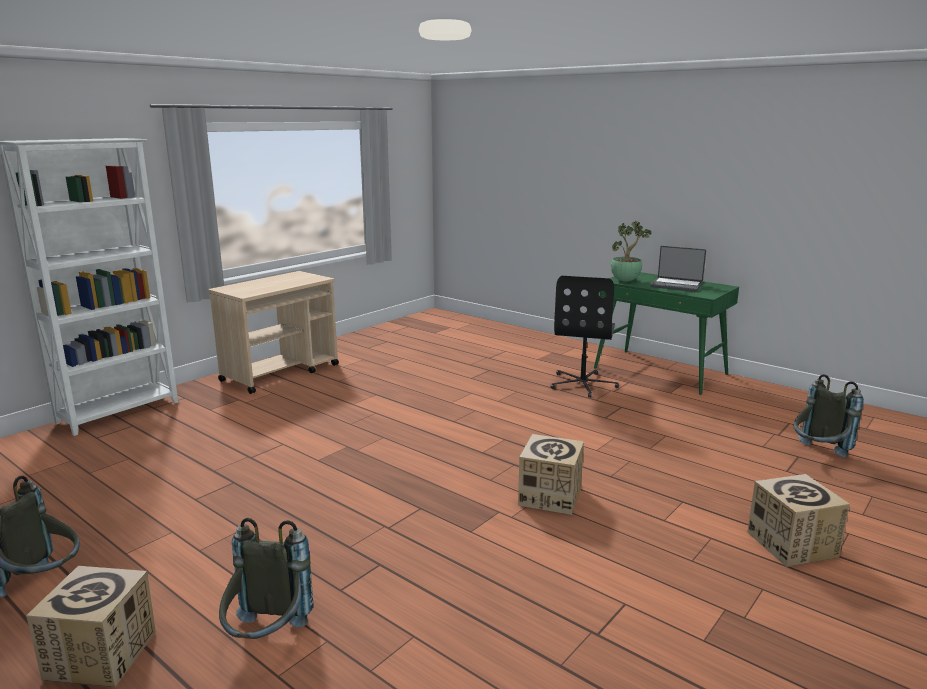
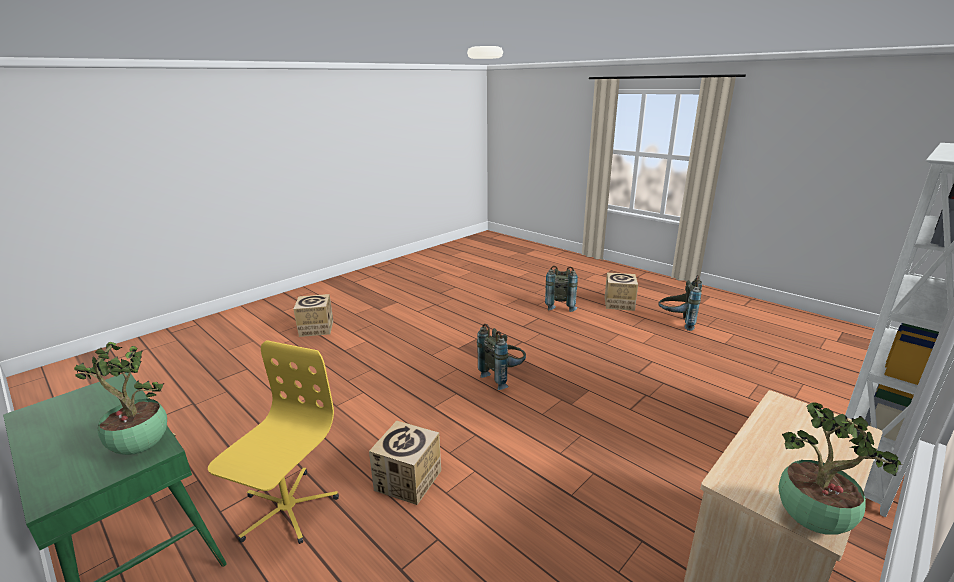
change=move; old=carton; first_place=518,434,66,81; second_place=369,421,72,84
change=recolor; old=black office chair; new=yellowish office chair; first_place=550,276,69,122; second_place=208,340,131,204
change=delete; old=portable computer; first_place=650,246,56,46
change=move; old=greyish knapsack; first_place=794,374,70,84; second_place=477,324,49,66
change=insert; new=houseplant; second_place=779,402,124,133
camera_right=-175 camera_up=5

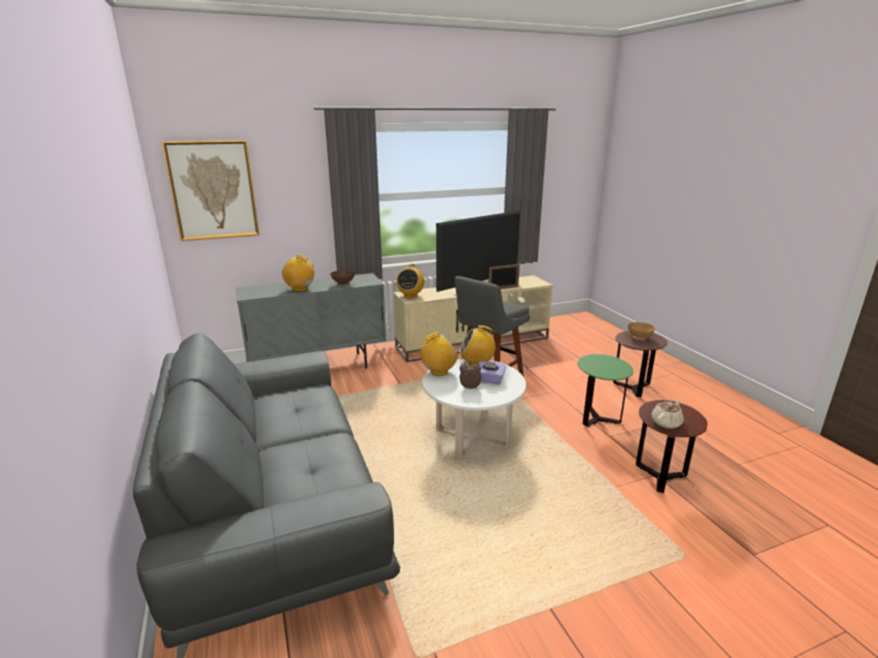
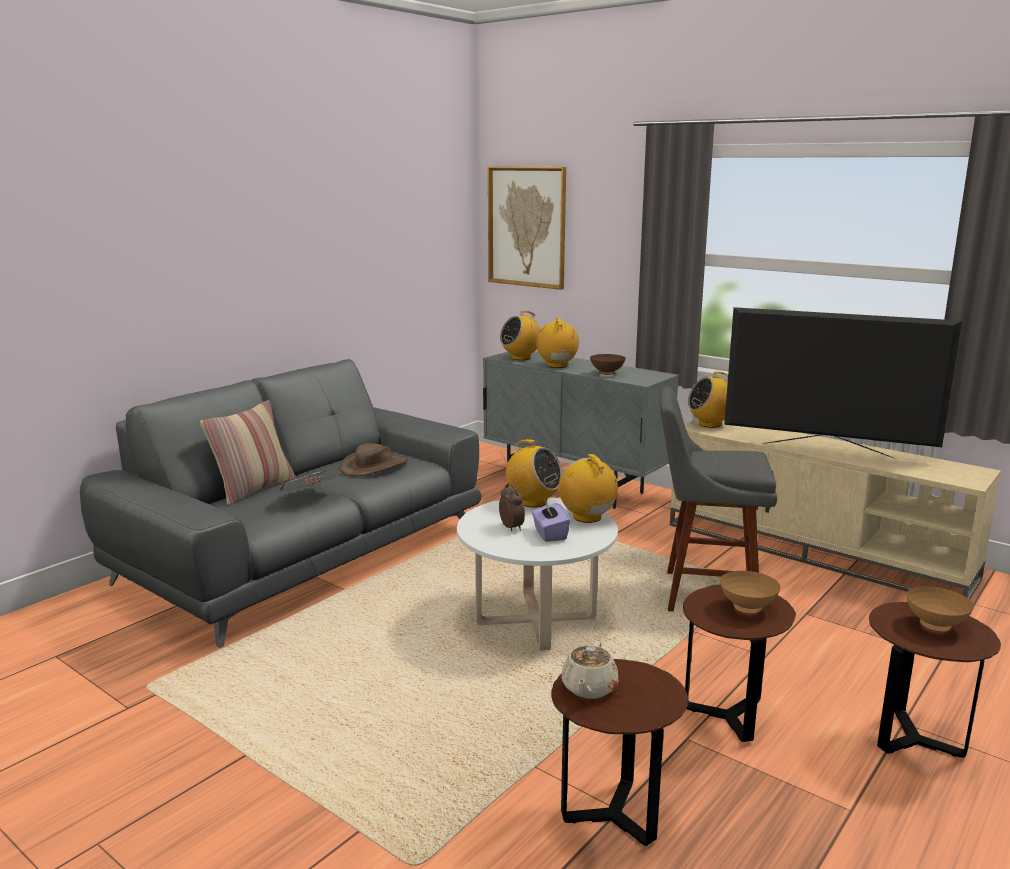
change=delete; old=picture frame; first_place=489,264,31,25
change=recolor; old=green-coloured accent table; new=brown-coloured accent table; first_place=577,354,56,73; second_place=683,584,113,158
change=rotate; old=beige pot for tea; first_place=651,398,33,31; second_place=562,641,56,58; degrees=90
change=insert; new=pillow; second_place=200,400,95,105
change=insert; new=printed paper; second_place=279,469,62,22
change=insert; new=brown-coloured hat; second_place=340,443,68,33
change=insert; new=radio set; second_place=500,311,40,49
change=insert; new=brown-coloured serving bowl; second_place=720,571,61,42
camera_right=60 camera_up=-5

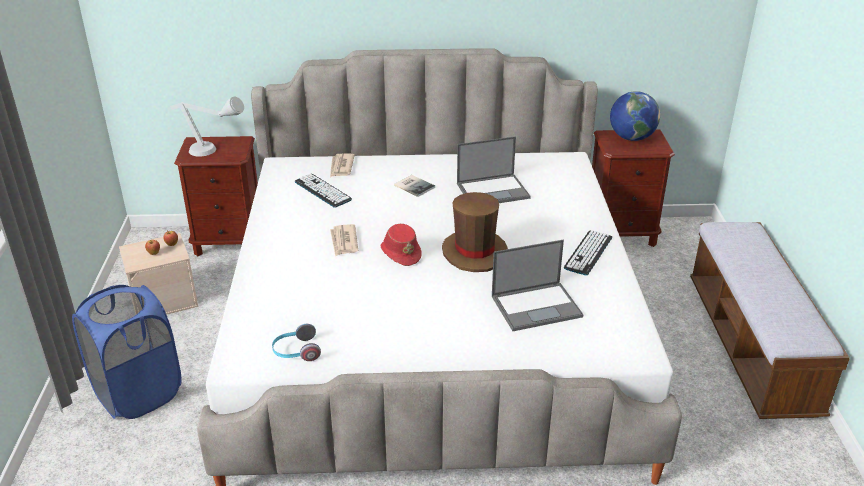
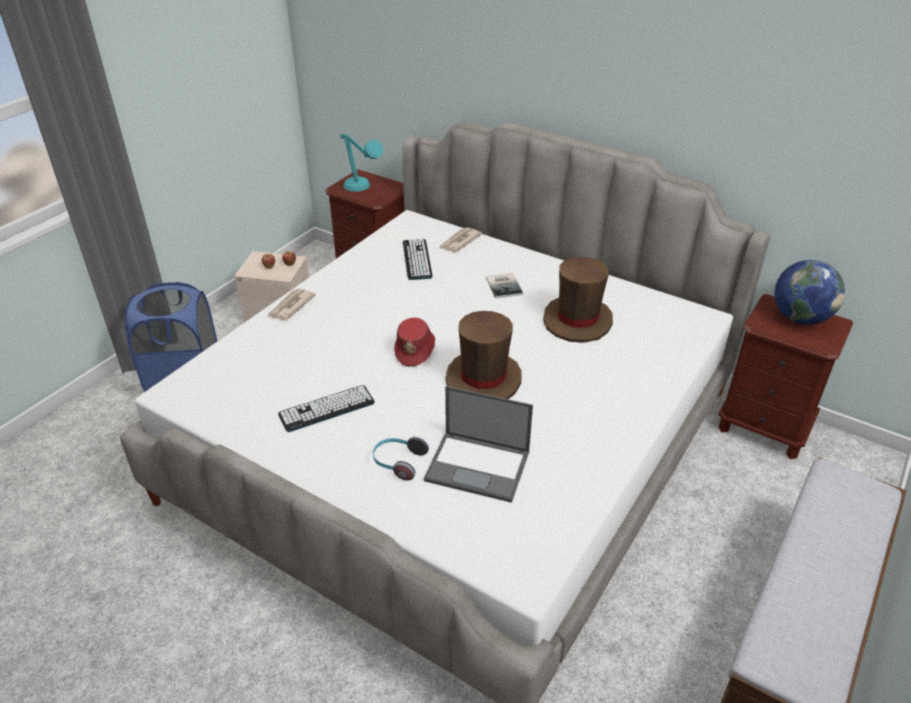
change=recolor; old=greyish lamp for a table; new=turquoise lamp for a table; first_place=170,97,74,60; second_place=340,134,43,58
change=move; old=headset; first_place=272,324,49,37; second_place=373,437,56,44
change=move; old=printed paper; first_place=330,224,28,32; second_place=268,289,48,32
change=replace; old=portable computer; new=brown-coloured hat; first_place=457,136,73,67; second_place=543,257,70,86
change=move; old=PC keyboard; first_place=564,230,48,46; second_place=278,385,97,47
camera_right=35 camera_up=5

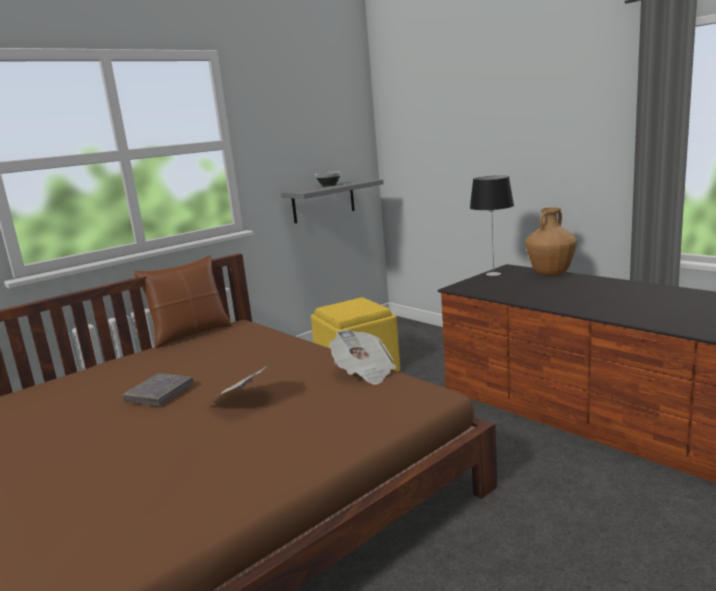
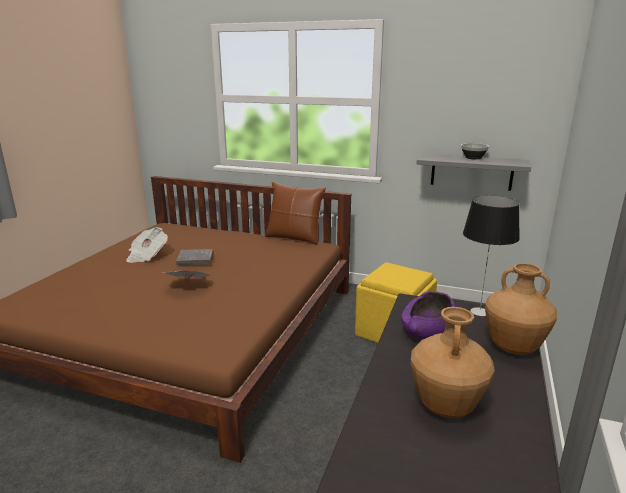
change=move; old=printed paper; first_place=329,330,67,55; second_place=126,227,42,36
change=insert; new=purple serving bowl; second_place=401,291,55,48
change=insert; new=brown-coloured decorative vase; second_place=410,307,85,111
camera_right=60 camera_up=5

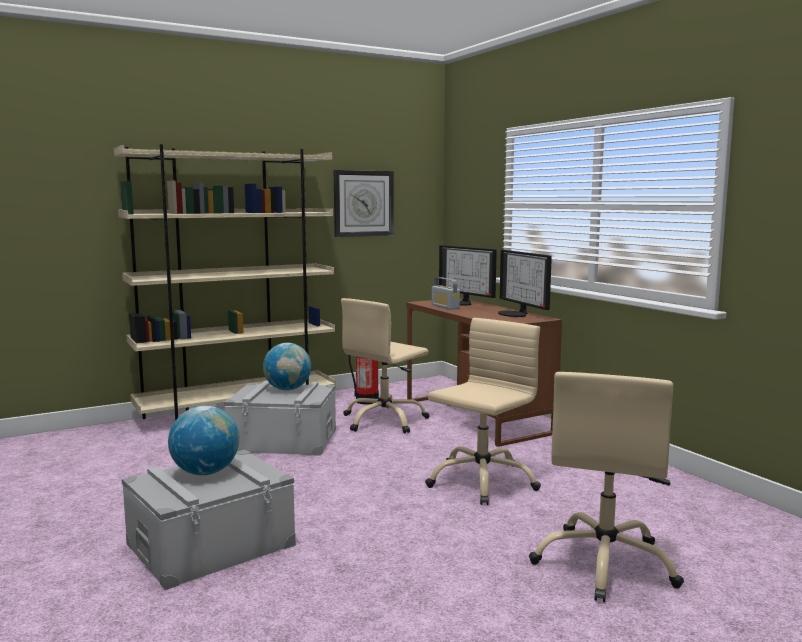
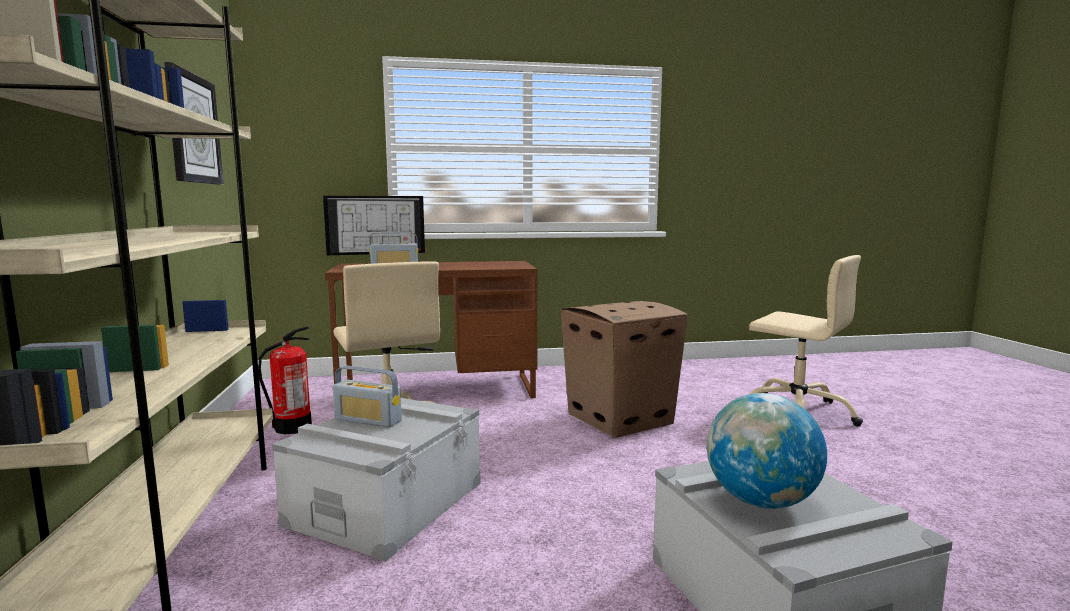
change=replace; old=globe; new=radio set; first_place=263,343,48,47; second_place=333,366,69,62
change=replace; old=beige office chair; new=carton; first_place=425,318,116,187; second_place=561,301,127,137
change=delete; old=computer screen; first_place=498,250,54,67
camera_right=-70 camera_up=0

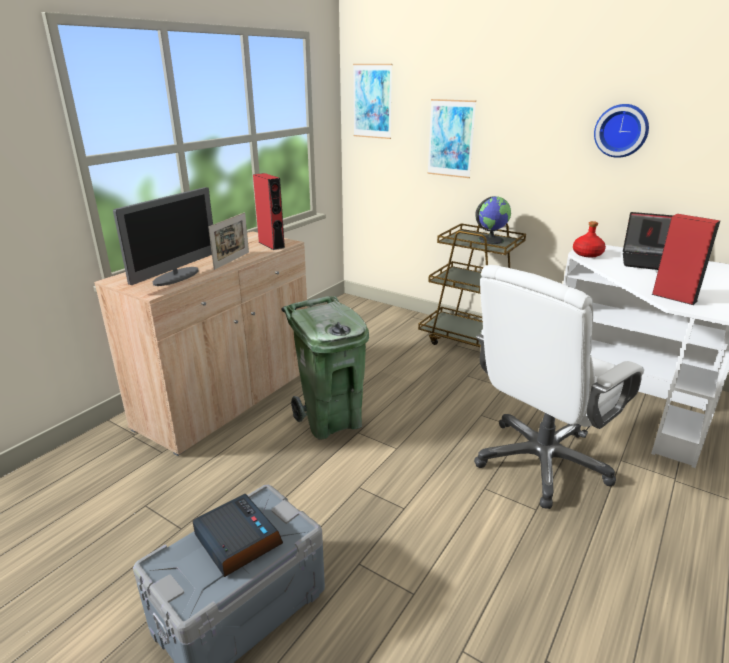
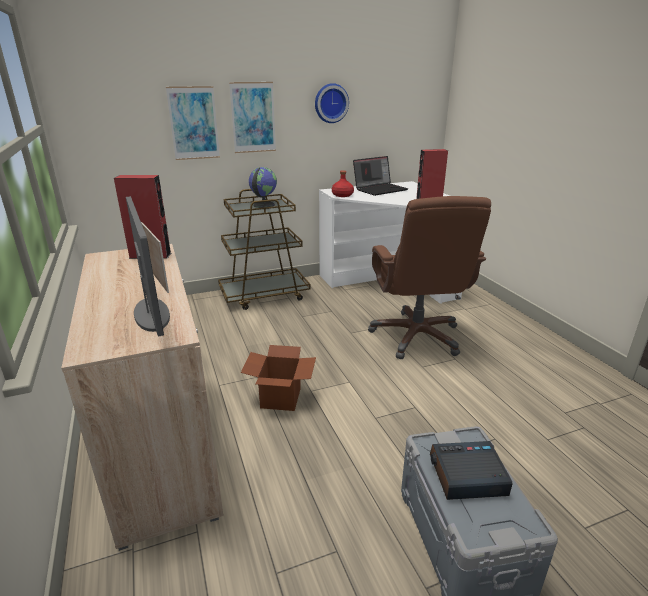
change=replace; old=green-coloured waste bin; new=carton; first_place=281,296,88,144; second_place=241,345,75,66
change=move; old=wall picture; first_place=353,64,39,75; second_place=229,82,47,71
change=recolor; old=white-coloured office chair; new=brown-coloured office chair; first_place=474,265,170,244; second_place=368,196,123,163
camera_right=-55 camera_up=0

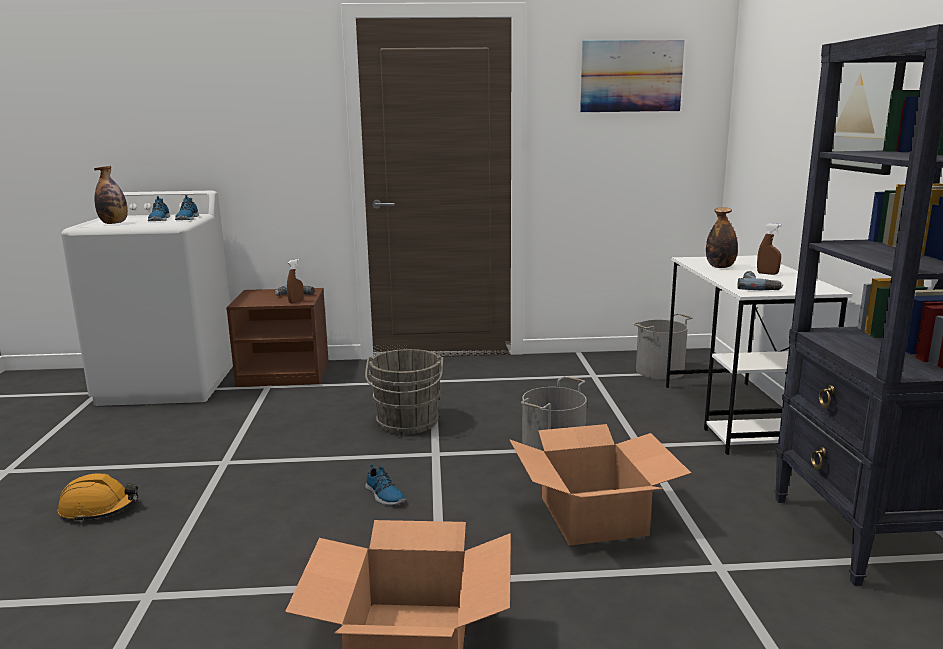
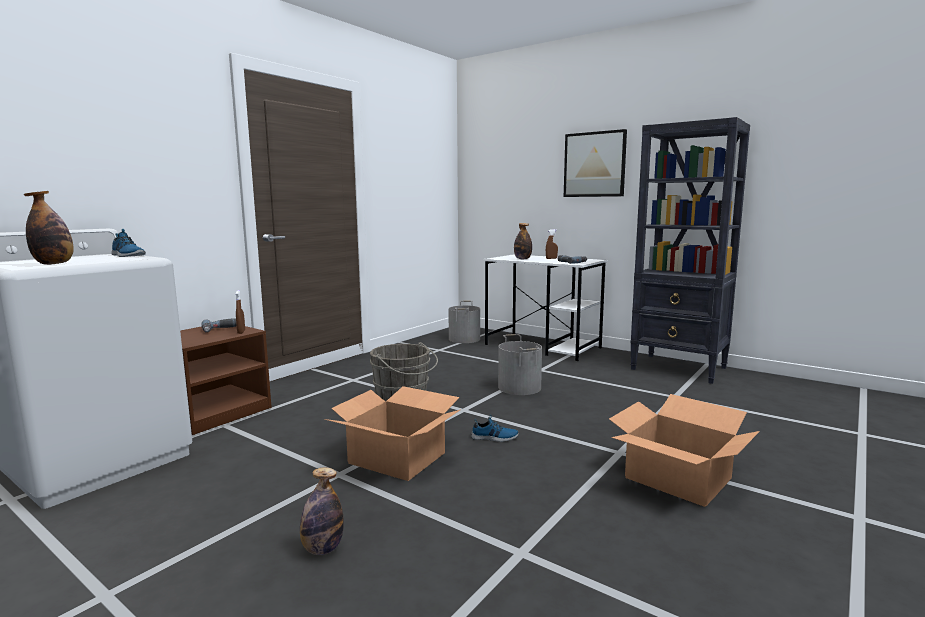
change=replace; old=orangey work helmet; new=bottle; first_place=58,474,80,49; second_place=300,468,44,87
change=delete; old=item of footwear; first_place=148,196,22,25
change=move; old=carton; first_place=509,424,182,122; second_place=324,386,137,95
change=delete; old=wall picture; first_place=580,40,105,72
camera_right=-50 camera_up=-5

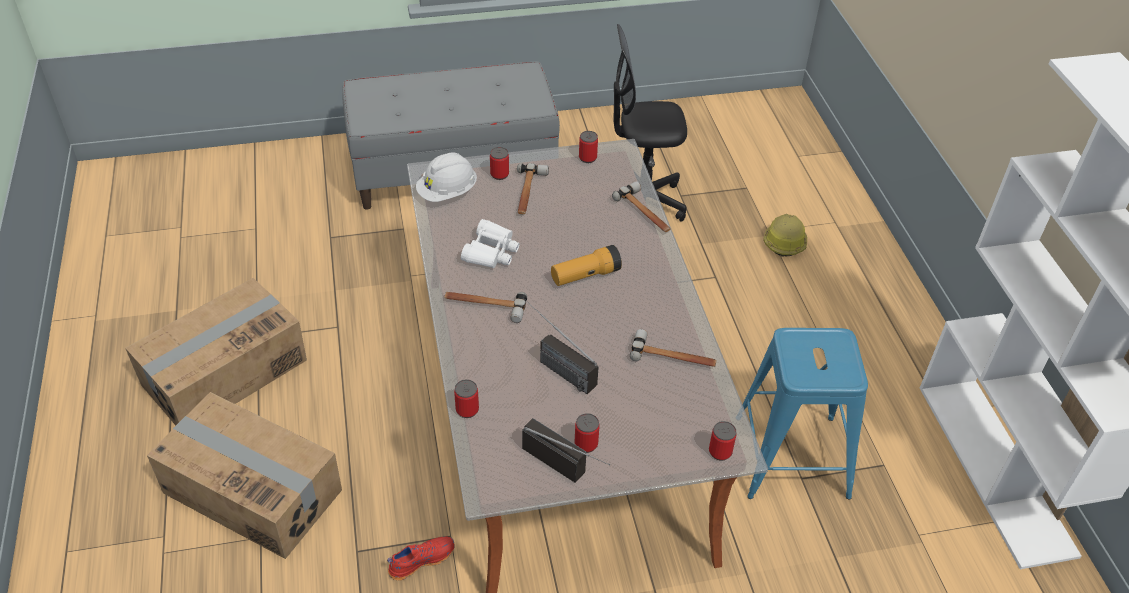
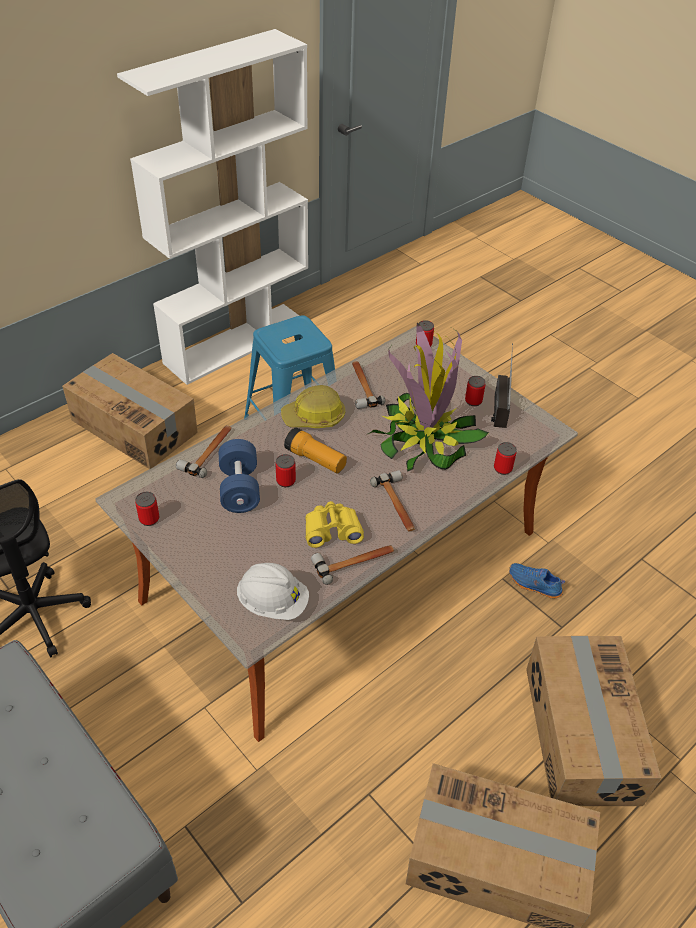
change=recolor; old=red item of footwear; new=blue-coloured item of footwear; first_place=387,537,68,44; second_place=509,563,56,36
change=recolor; old=white-coloured field glasses; new=yellowish field glasses; first_place=461,219,59,49; second_place=305,501,59,47
change=move; old=metal can; first_place=490,147,19,33; second_place=276,454,20,33
change=move; old=hammer; first_place=517,163,32,51; second_place=311,545,83,40
change=replace; old=radio set; new=houseplant; first_place=524,299,75,95; second_place=368,323,121,149
change=move; old=work helmet; first_place=763,214,44,43; second_place=281,385,64,43
change=insert; new=carton; second_place=62,353,136,116
change=insert; new=blue-coloured hand weight; second_place=219,439,41,74
camera_right=-120 camera_up=0

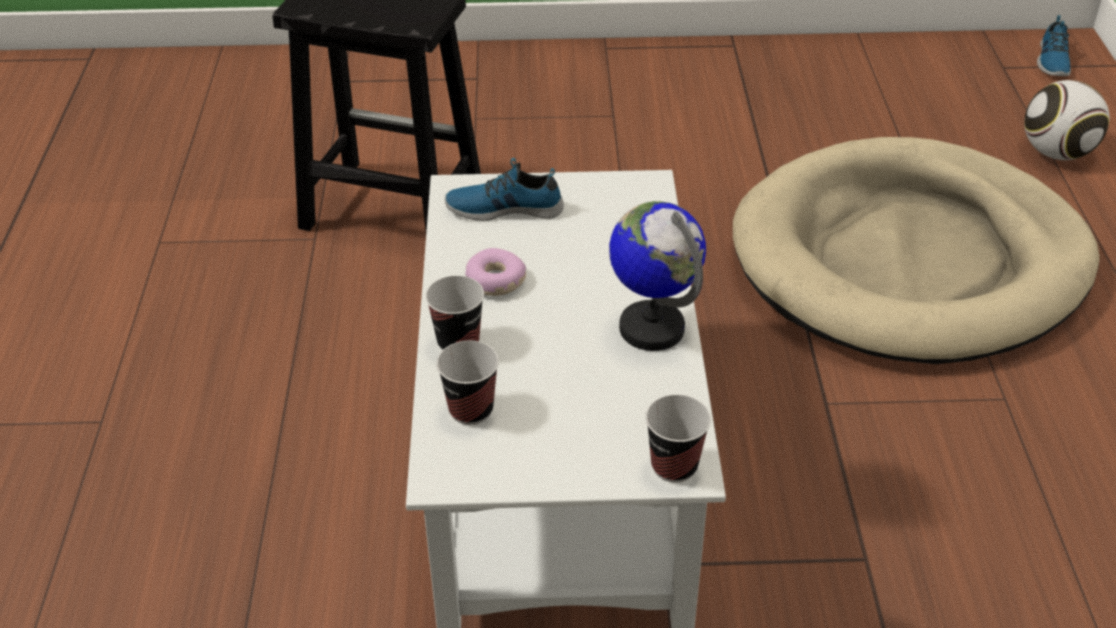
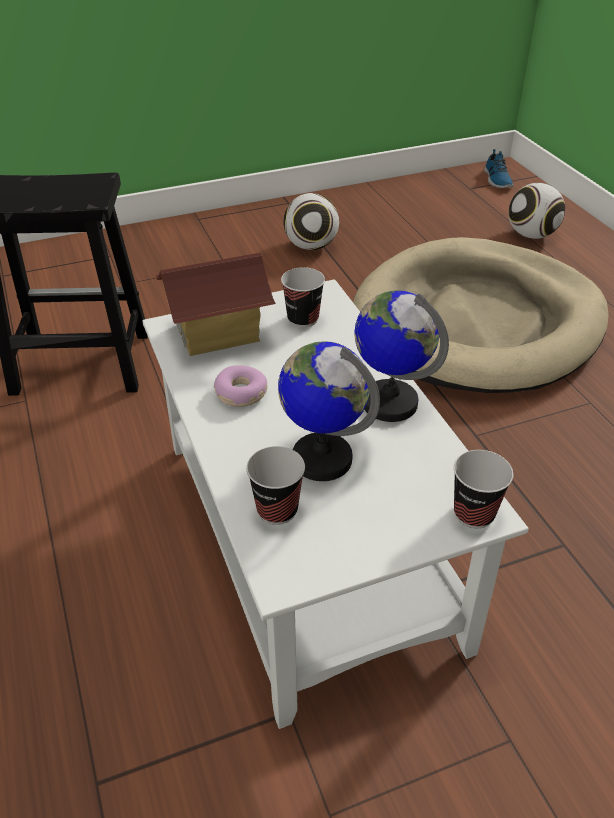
change=move; old=cup; first_place=425,276,59,75; second_place=281,267,44,61
change=replace; old=item of footwear; new=model house; first_place=445,158,119,63; second_place=155,253,121,103
change=insert; new=globe; second_place=278,341,102,140
change=insert; new=football ball; second_place=283,193,56,57
camera_right=-20 camera_up=0

